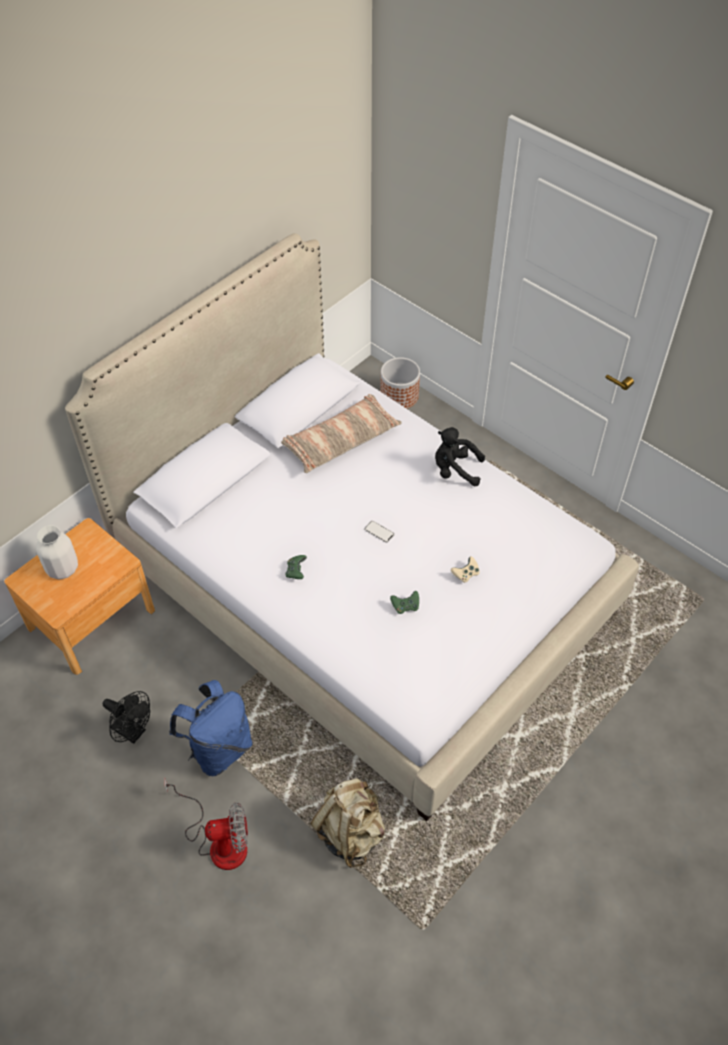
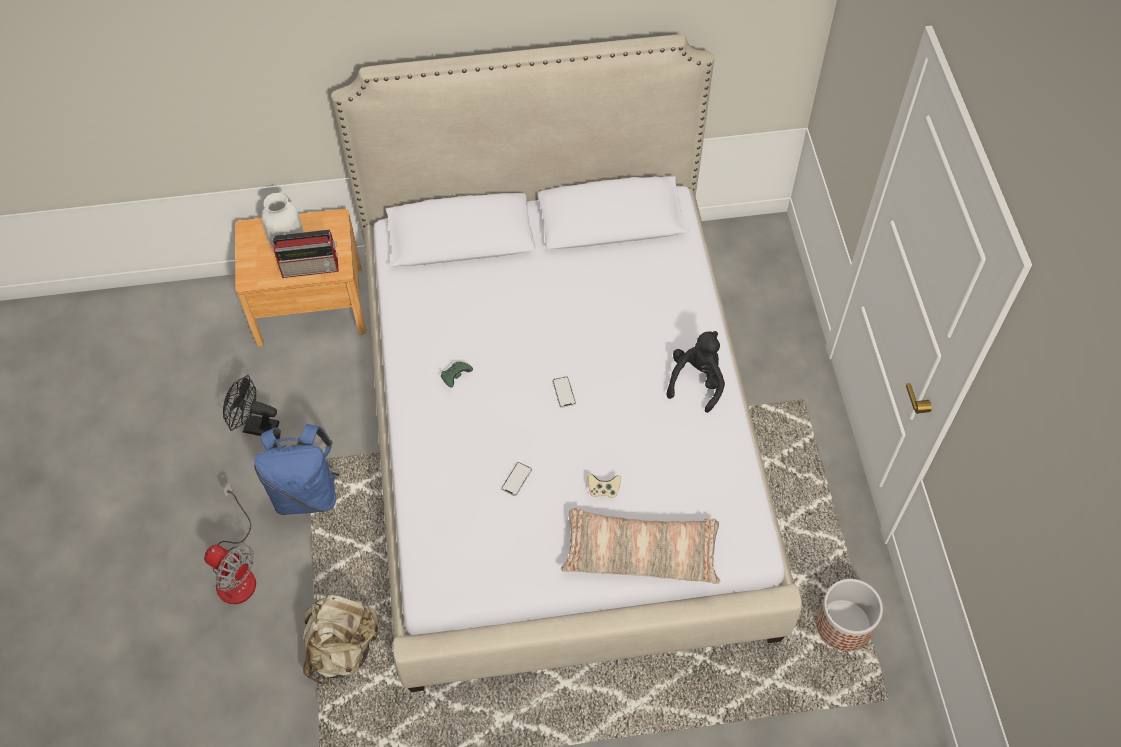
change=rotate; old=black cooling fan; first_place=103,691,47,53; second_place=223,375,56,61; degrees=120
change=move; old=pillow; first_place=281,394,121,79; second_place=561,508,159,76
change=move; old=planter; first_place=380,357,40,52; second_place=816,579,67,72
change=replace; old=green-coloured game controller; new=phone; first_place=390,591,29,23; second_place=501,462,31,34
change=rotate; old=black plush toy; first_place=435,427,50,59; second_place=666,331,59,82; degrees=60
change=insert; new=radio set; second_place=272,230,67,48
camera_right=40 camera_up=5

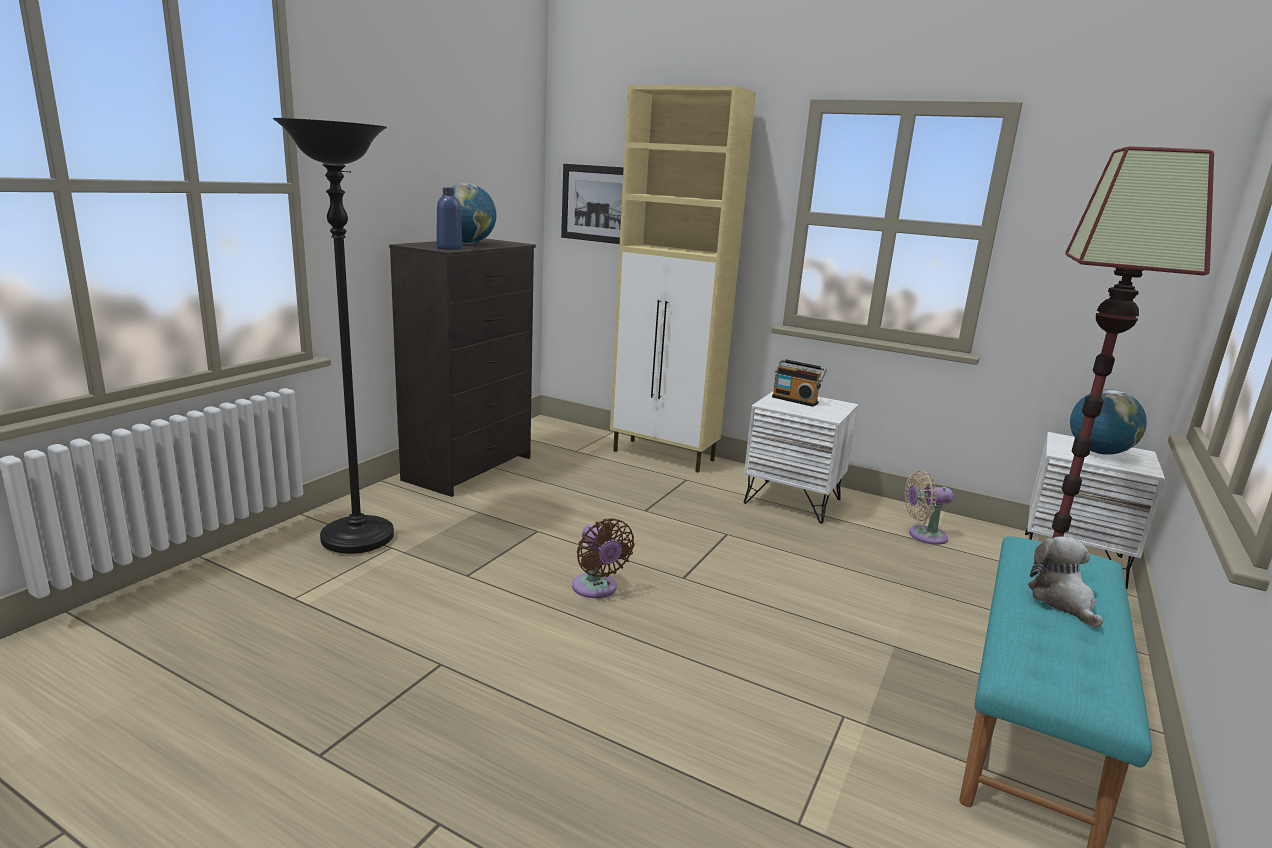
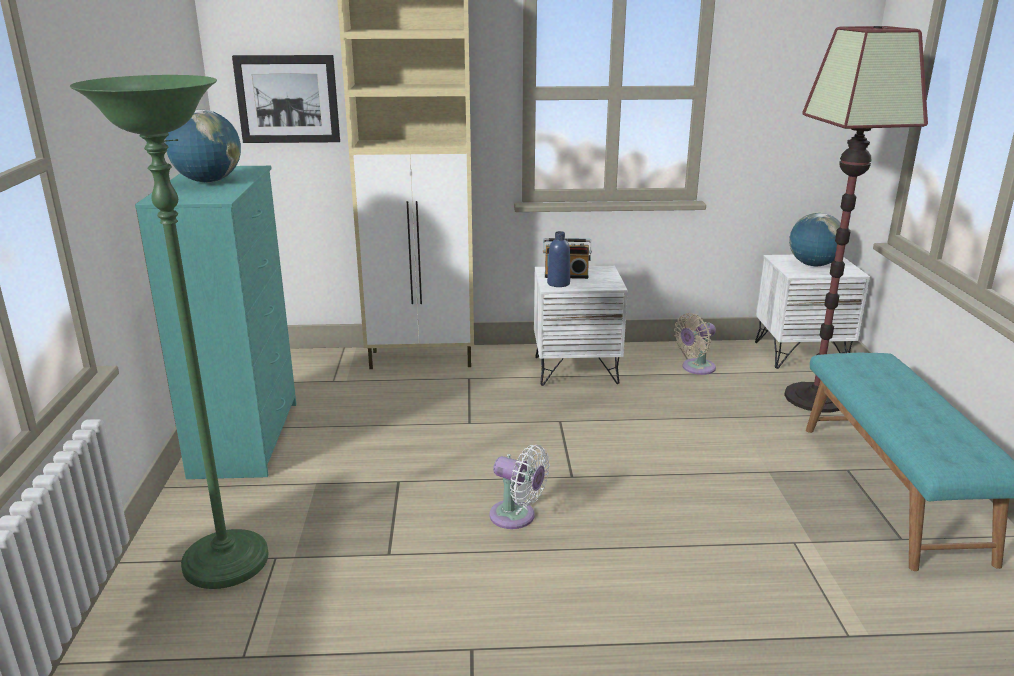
change=recolor; old=black standing lamp; new=green-coloured standing lamp; first_place=273,118,121,436; second_place=70,75,198,514
change=recolor; old=black dresser; new=turquoise dresser; first_place=389,238,147,259; second_place=135,166,161,313
change=move; old=blue-coloured bottle; first_place=436,187,26,63; second_place=547,231,23,56
change=recolor; old=brown-coloured cooling fan; new=white-coloured cooling fan; first_place=572,518,63,80; second_place=489,445,61,84
change=delete; old=plush toy; first_place=1028,536,75,92
camera_right=-30 camera_up=5

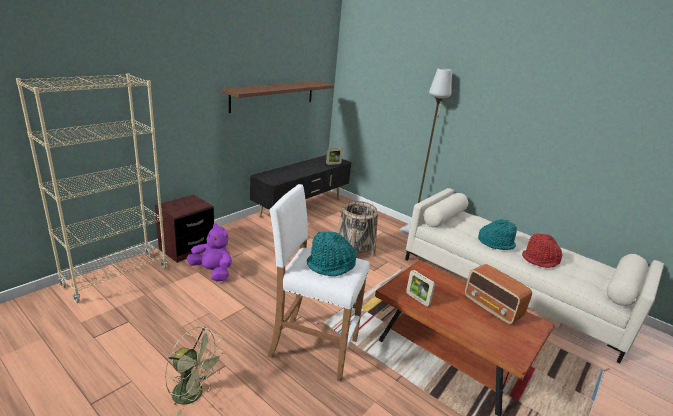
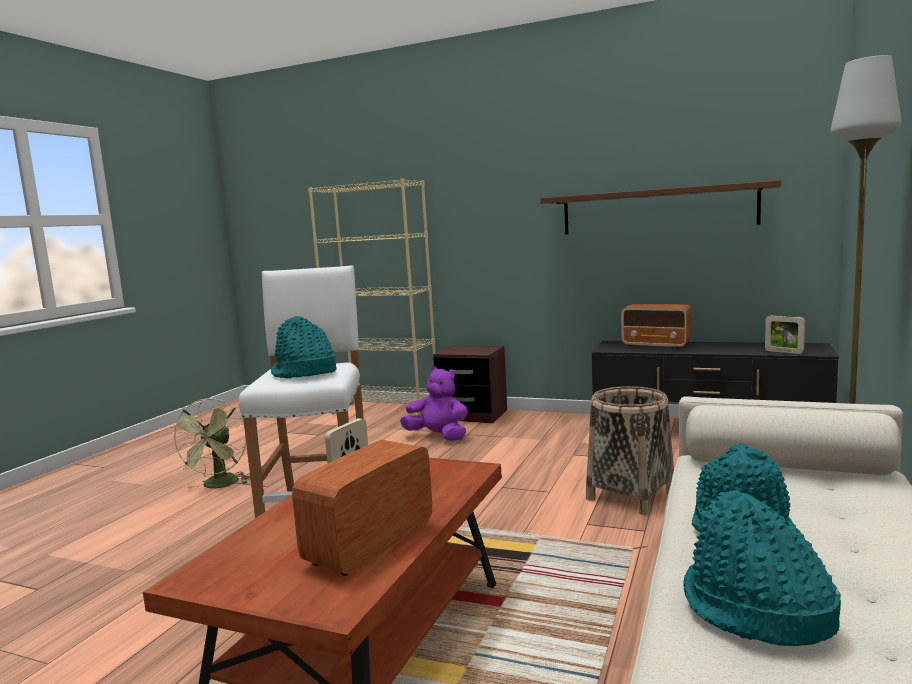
change=rotate; old=purple plush toy; first_place=187,223,45,58; second_place=400,367,68,74; degrees=-75
change=recolor; old=red hat; new=turquoise hat; first_place=522,233,40,35; second_place=683,490,158,156
change=insert; new=radio set; second_place=621,304,71,45
camera_right=75 camera_up=-15

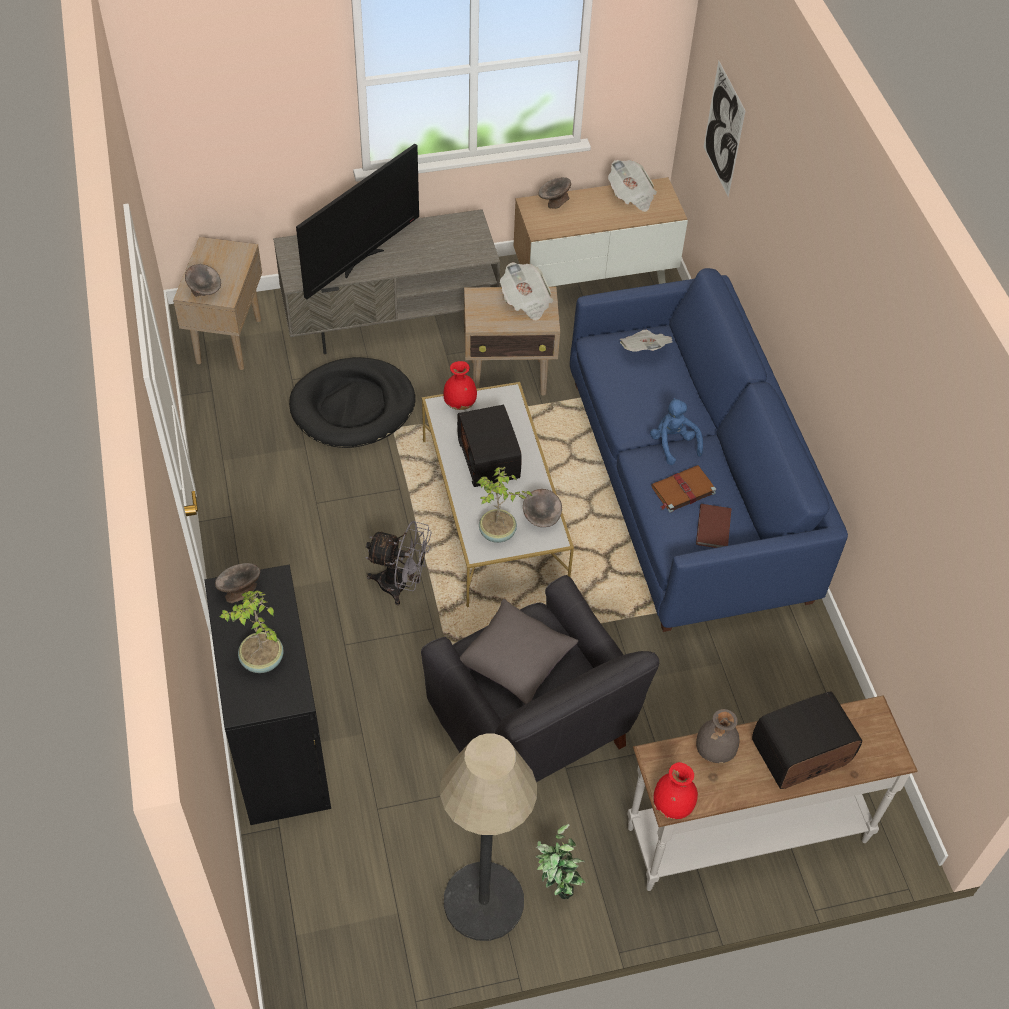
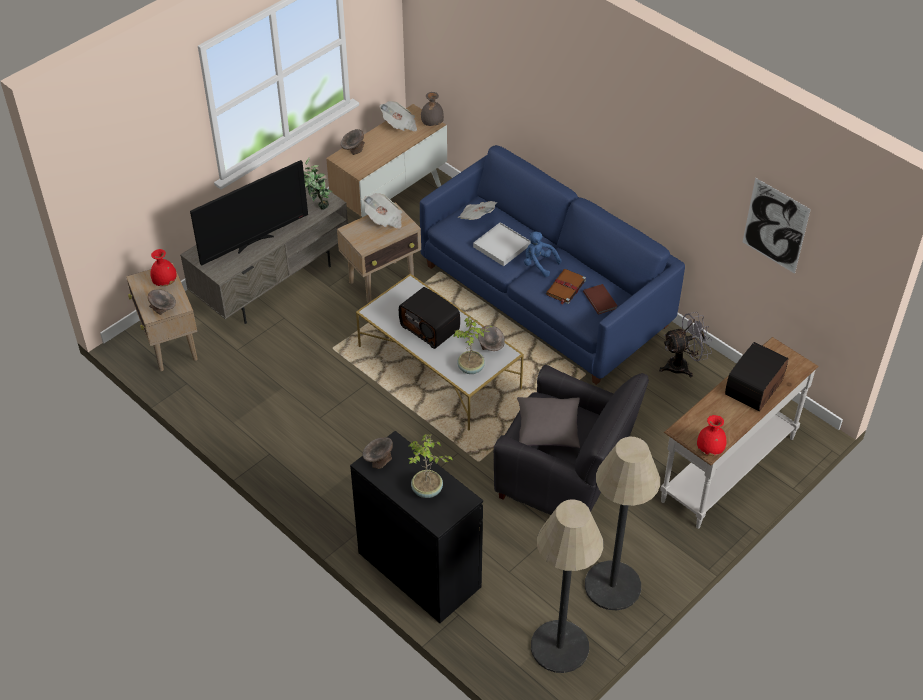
change=delete; old=black dog cushion; first_place=289,357,127,91
change=rotate; old=television; first_place=296,144,123,155; second_place=190,160,118,106; degrees=45
change=move; old=greyish cooling fan; first_place=365,521,67,84; second_place=659,312,53,65
change=move; old=red decorative vase; first_place=444,361,33,49; second_place=150,249,27,37
change=move; old=houseplant; first_place=536,824,50,75; second_place=304,157,29,53
change=move; old=greyish decorative vase; first_place=696,709,44,54; second_place=421,92,23,34
change=move; old=wall picture; first_place=704,60,41,137; second_place=743,178,68,96
change=insert; new=white-coloured carrying tray; second_place=473,222,58,44
change=insert; new=standing lamp; second_place=531,499,73,174
camera_right=-30 camera_up=-5

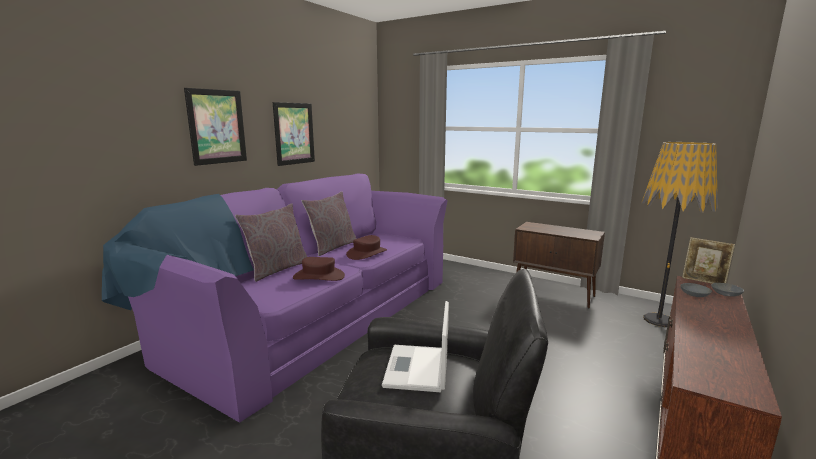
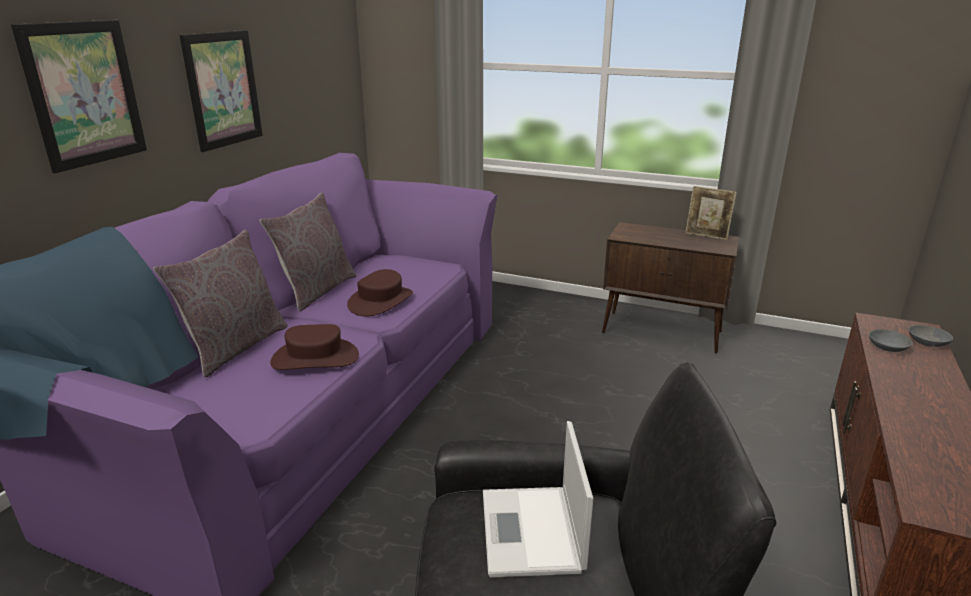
change=delete; old=standing lamp; first_place=641,142,77,185
change=move; old=picture frame; first_place=682,237,53,47; second_place=685,186,52,54
camera_right=-10 camera_up=10

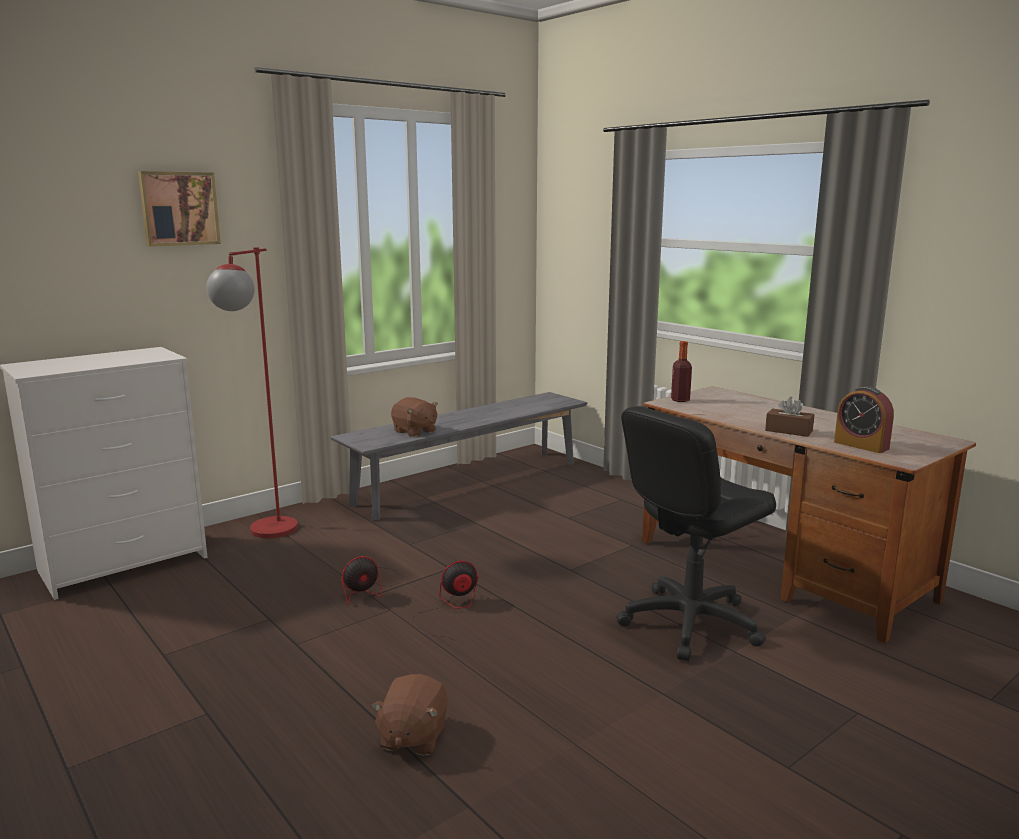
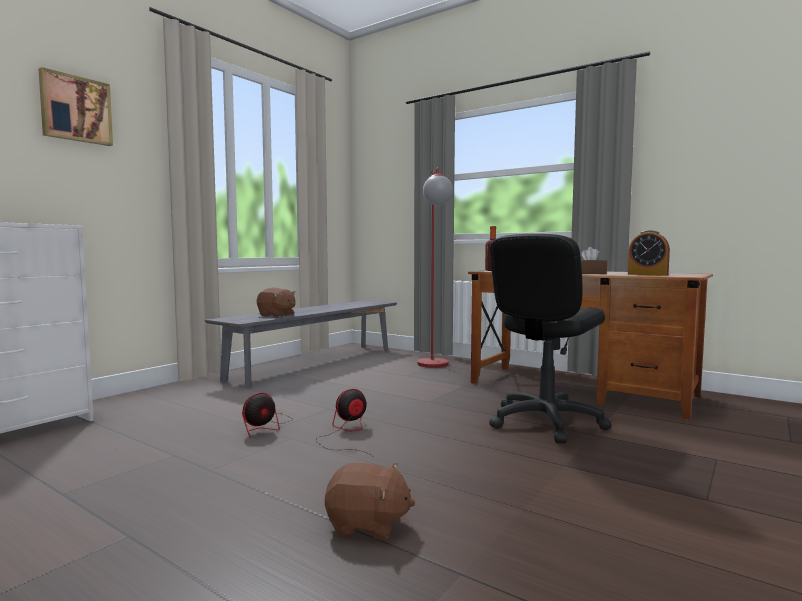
change=move; old=red standing lamp; first_place=207,247,91,291; second_place=417,167,36,201
change=rotate; old=brown-coloured plush toy; first_place=371,674,77,82; second_place=325,463,90,77; degrees=-75
camera_right=-15 camera_up=-10

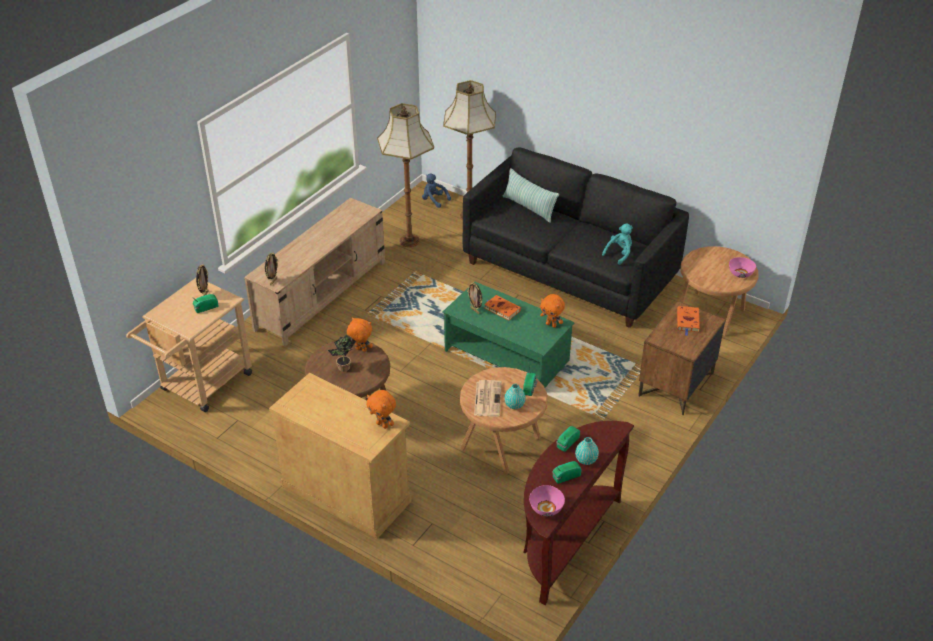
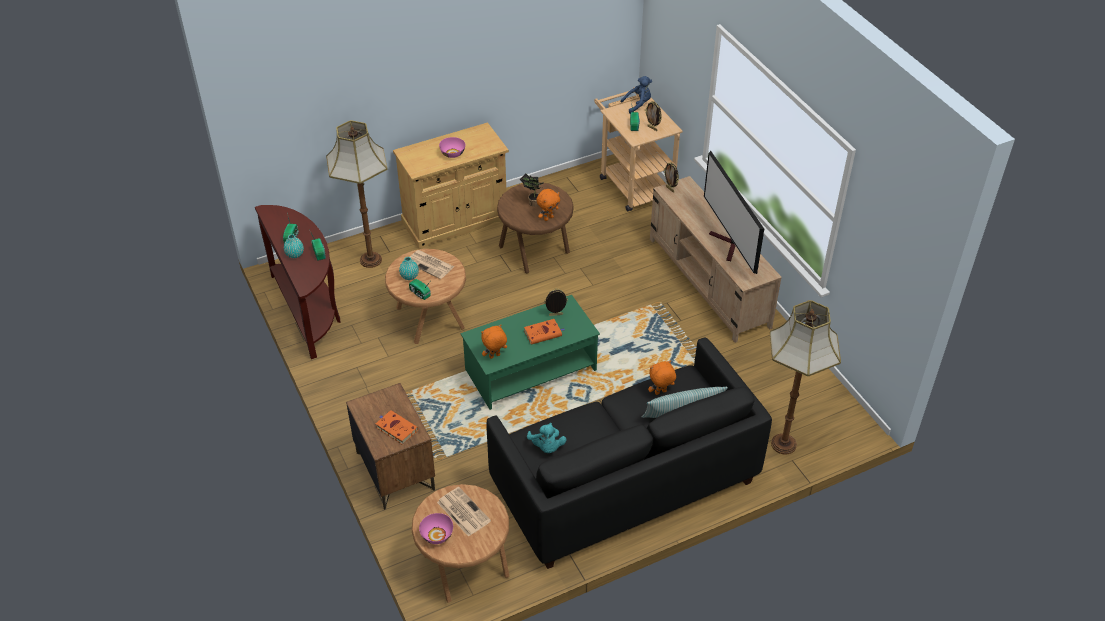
change=move; old=orangey plush toy; first_place=366,390,30,39; second_place=648,360,28,35
change=move; old=standing lamp; first_place=377,103,57,144; second_place=326,120,61,148
change=move; old=blue-coloured plush toy; first_place=422,174,29,34; second_place=621,76,31,38
change=move; old=pink serving bowl; first_place=529,485,36,31; second_place=439,137,26,21
change=insert; new=printed paper; second_place=437,487,54,50
change=insert; new=television; second_place=704,151,60,123
camera_right=120 camera_up=5

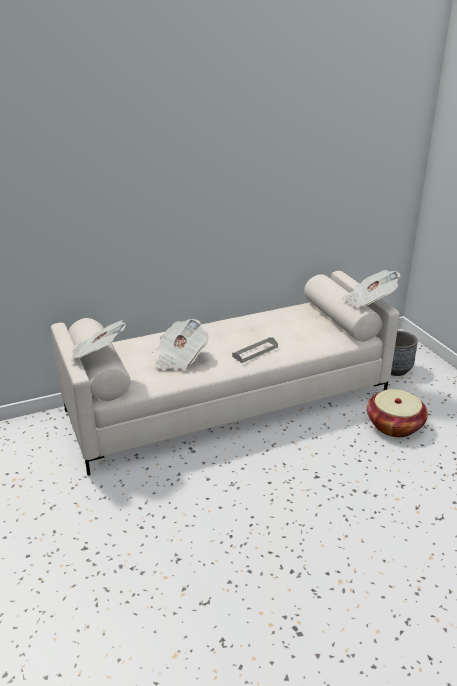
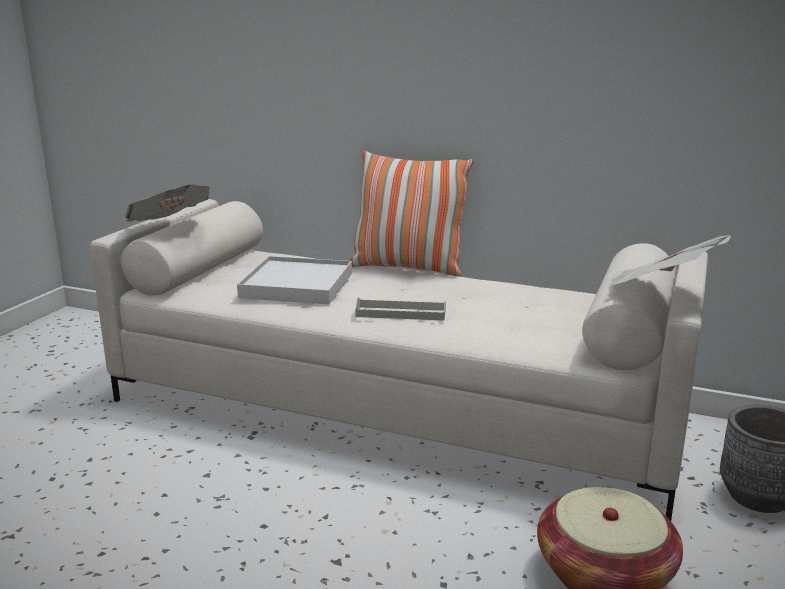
change=replace; old=printed paper; new=white-coloured carrying tray; first_place=155,319,54,51; second_place=237,256,115,48
change=insert; new=pillow; second_place=349,150,124,126
camera_right=45 camera_up=-10

